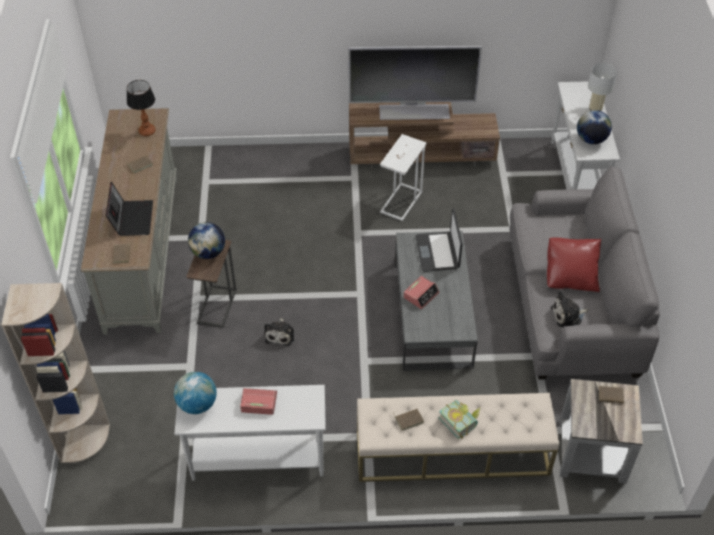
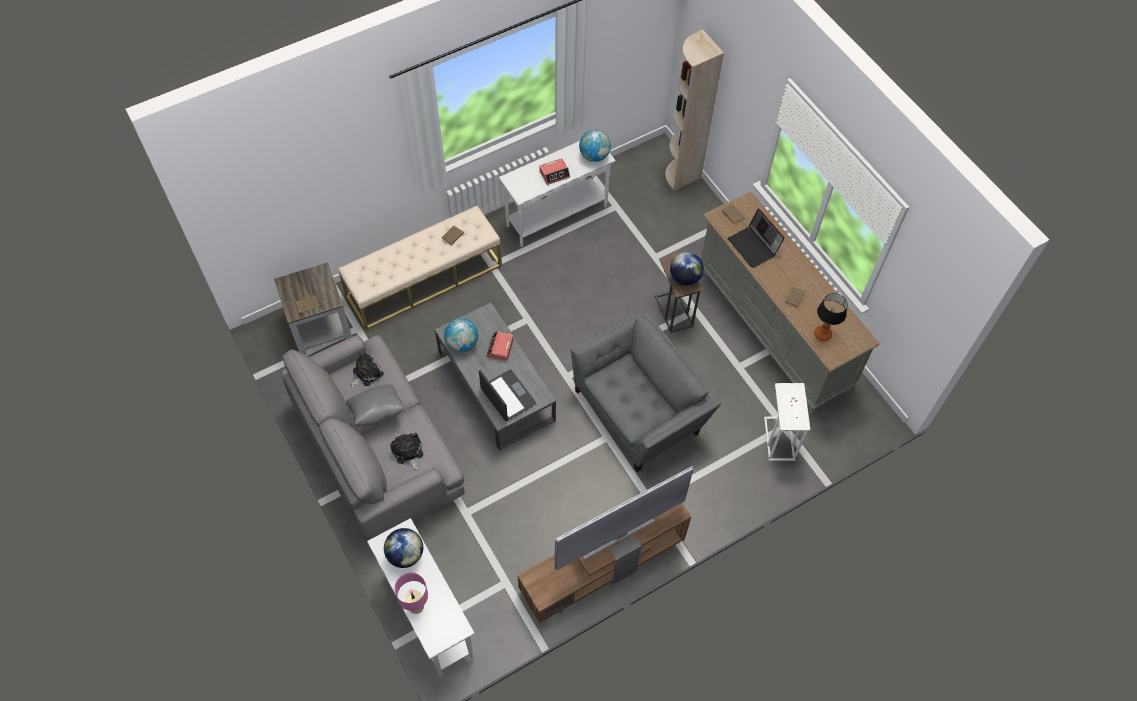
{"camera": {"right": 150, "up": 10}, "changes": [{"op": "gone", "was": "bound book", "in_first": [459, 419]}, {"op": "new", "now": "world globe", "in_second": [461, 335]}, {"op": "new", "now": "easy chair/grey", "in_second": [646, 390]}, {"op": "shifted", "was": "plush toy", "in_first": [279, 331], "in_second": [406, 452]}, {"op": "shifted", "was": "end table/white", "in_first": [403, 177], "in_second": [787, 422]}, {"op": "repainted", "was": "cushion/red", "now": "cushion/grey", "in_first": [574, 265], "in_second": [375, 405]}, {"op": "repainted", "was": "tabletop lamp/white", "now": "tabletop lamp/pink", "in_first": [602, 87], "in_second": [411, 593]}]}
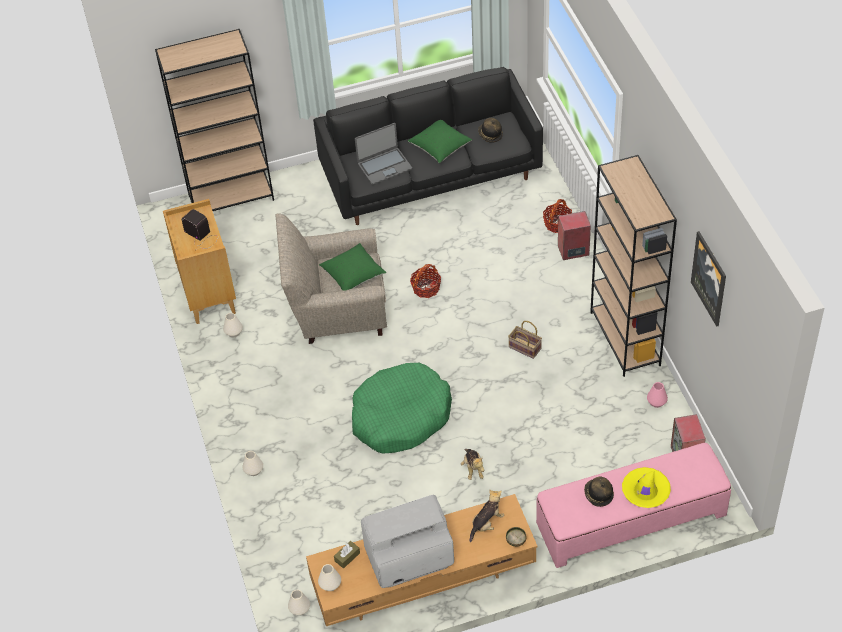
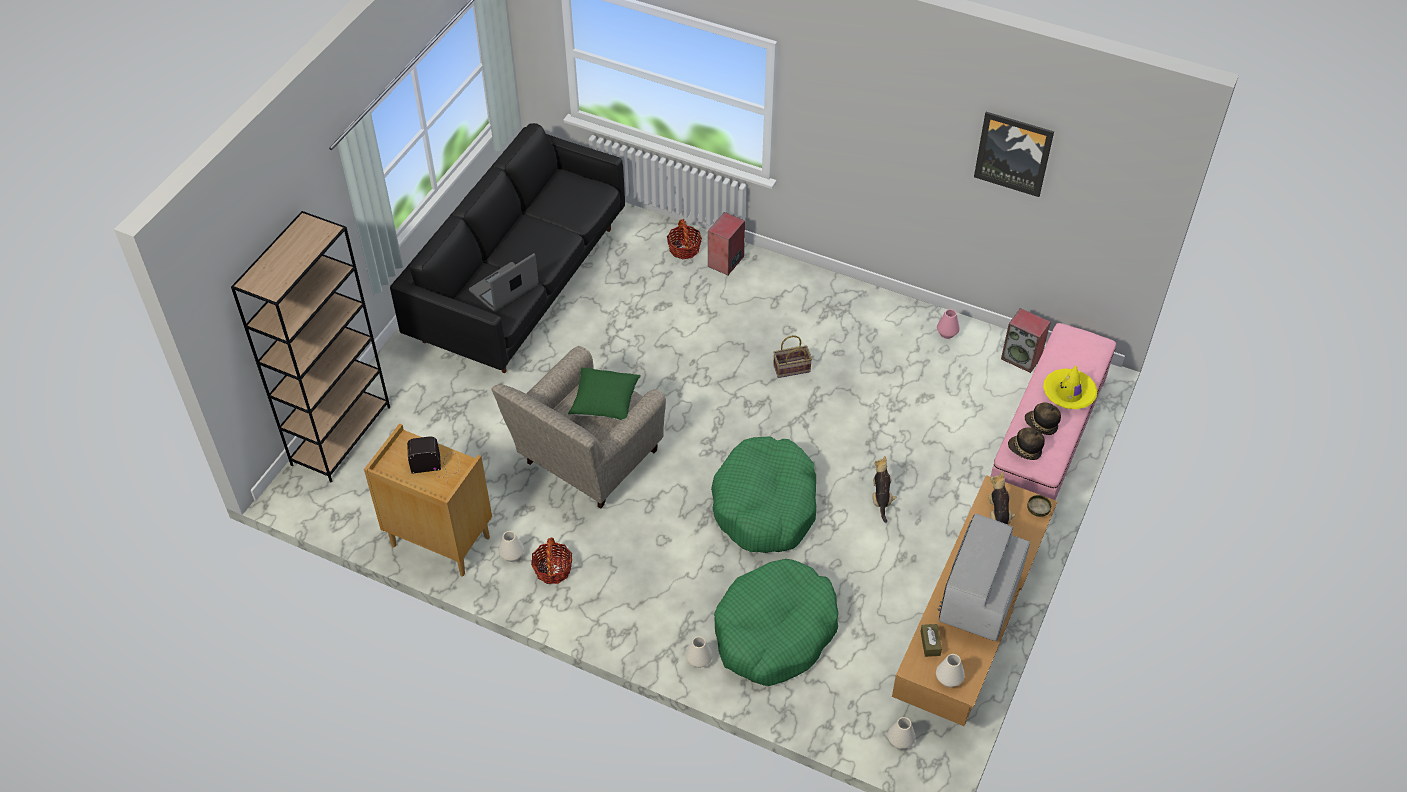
{"camera": {"right": -50, "up": 0}, "changes": [{"op": "gone", "was": "cushion/green-coloured", "in_first": [440, 141]}, {"op": "gone", "was": "shelving unit/beige-coloured", "in_first": [633, 266]}, {"op": "new", "now": "pet bed/green-coloured", "in_second": [776, 622]}, {"op": "shifted", "was": "household basket", "in_first": [425, 281], "in_second": [551, 560]}, {"op": "shifted", "was": "clothing hat", "in_first": [490, 130], "in_second": [1026, 443]}, {"op": "rotated", "was": "notebook computer", "in_first": [383, 154], "in_second": [504, 282], "clockwise": -150}, {"op": "rotated", "was": "plush toy", "in_first": [472, 464], "in_second": [884, 489], "clockwise": -120}]}
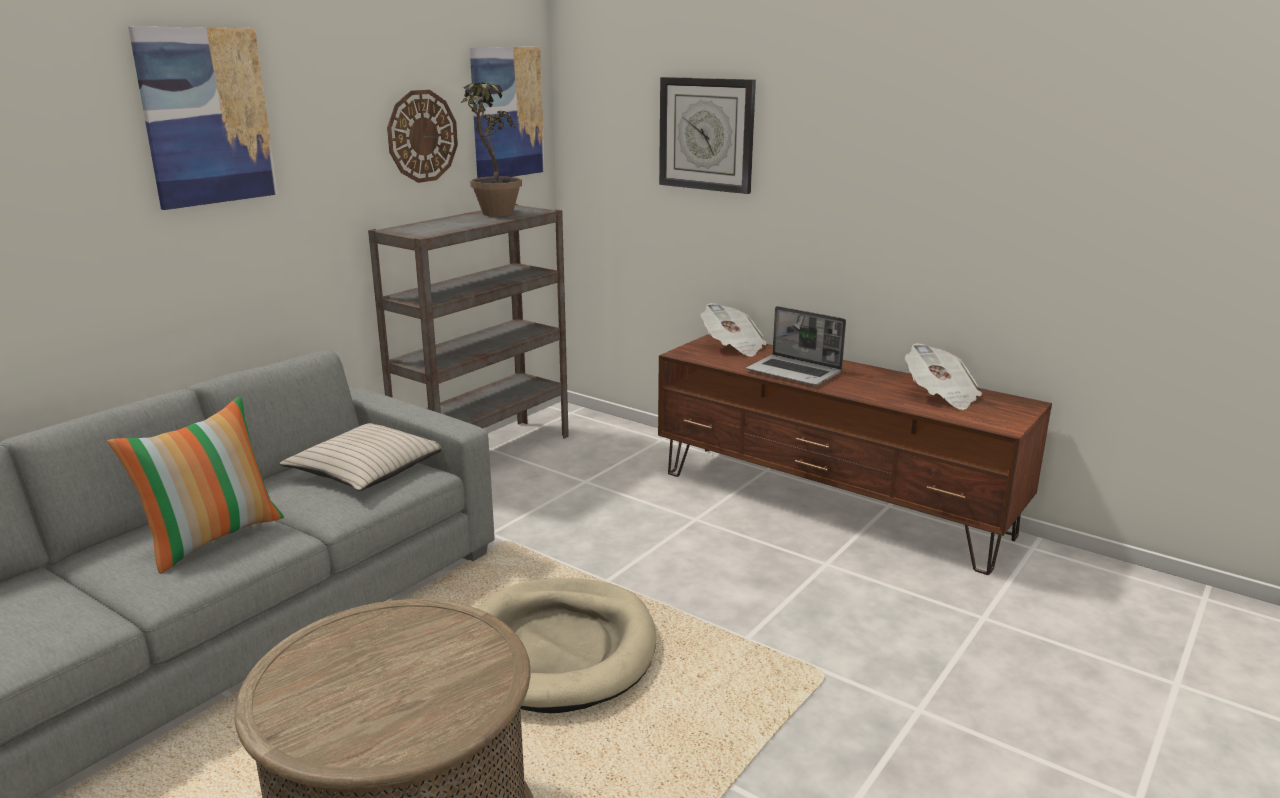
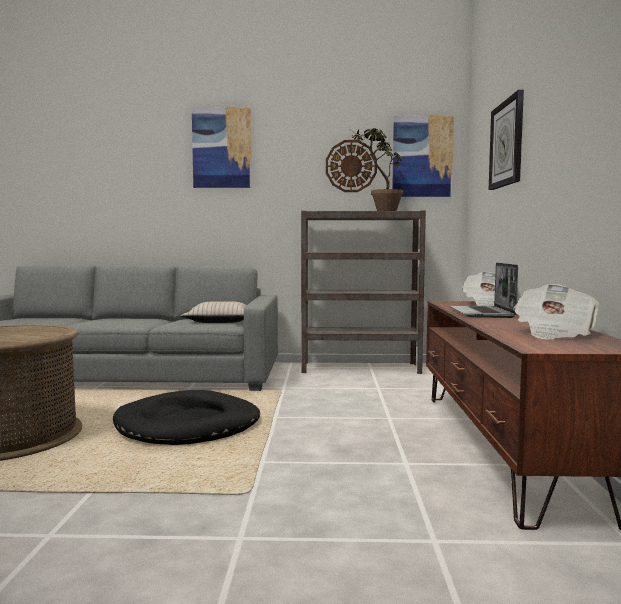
{"camera": {"right": 55, "up": -15}, "changes": [{"op": "gone", "was": "cushion", "in_first": [195, 485]}, {"op": "repainted", "was": "pet bed/beige-coloured", "now": "pet bed/black-coloured", "in_first": [566, 645], "in_second": [186, 417]}]}
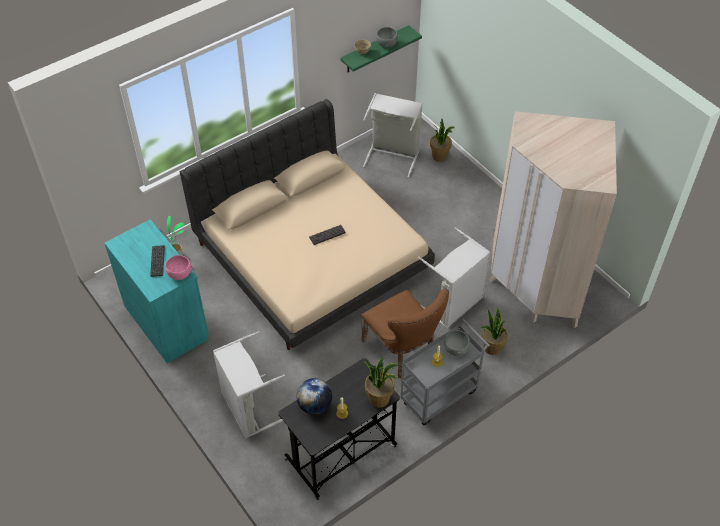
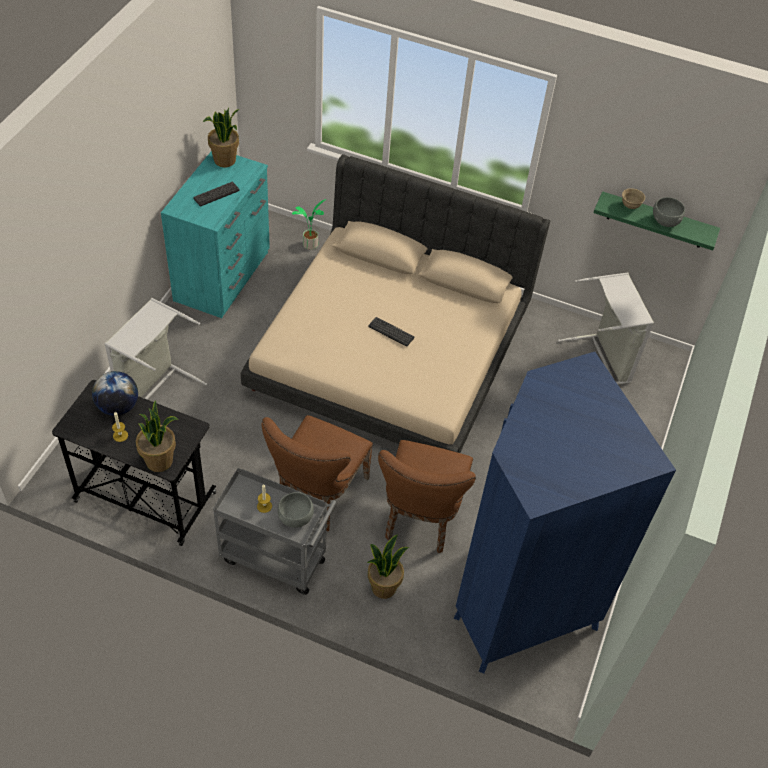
{"camera": {"right": 55, "up": 0}, "changes": [{"op": "gone", "was": "bowl/pink", "in_first": [178, 267]}, {"op": "shifted", "was": "potted plant", "in_first": [442, 140], "in_second": [221, 137]}, {"op": "swapped", "was": "washing basket/grey", "now": "plain chair/brown", "in_first": [454, 277], "in_second": [427, 496]}, {"op": "repainted", "was": "wardrobe/beige-coloured", "now": "wardrobe/blue", "in_first": [553, 219], "in_second": [565, 512]}]}
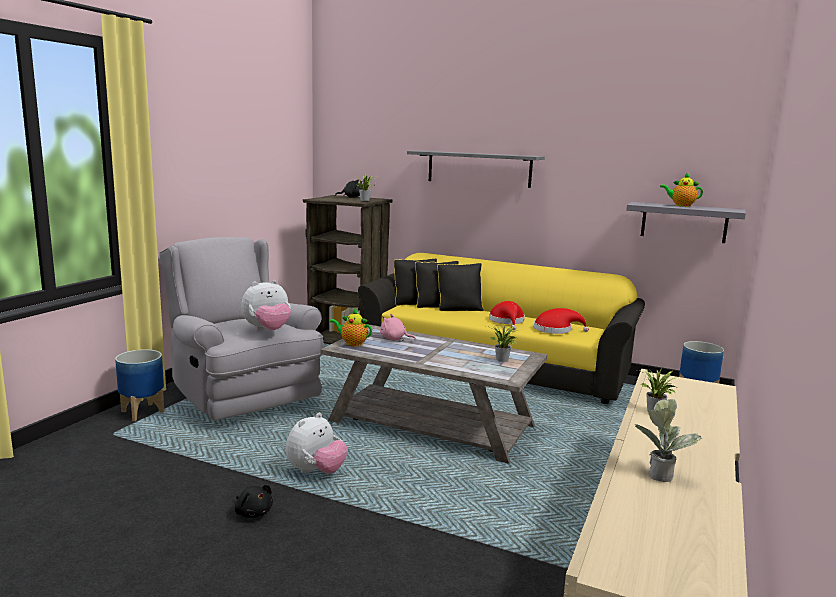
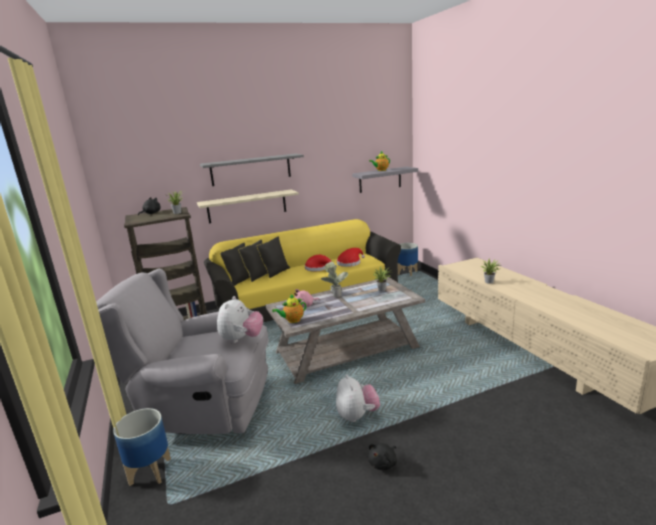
{"camera": {"right": -45, "up": 5}, "changes": [{"op": "new", "now": "bracket shelf/beige-coloured", "in_second": [248, 206]}, {"op": "shifted", "was": "potted plant", "in_first": [668, 440], "in_second": [334, 279]}, {"op": "rotated", "was": "plush toy/black-coloured", "in_first": [254, 501], "in_second": [382, 456], "clockwise": 135}]}
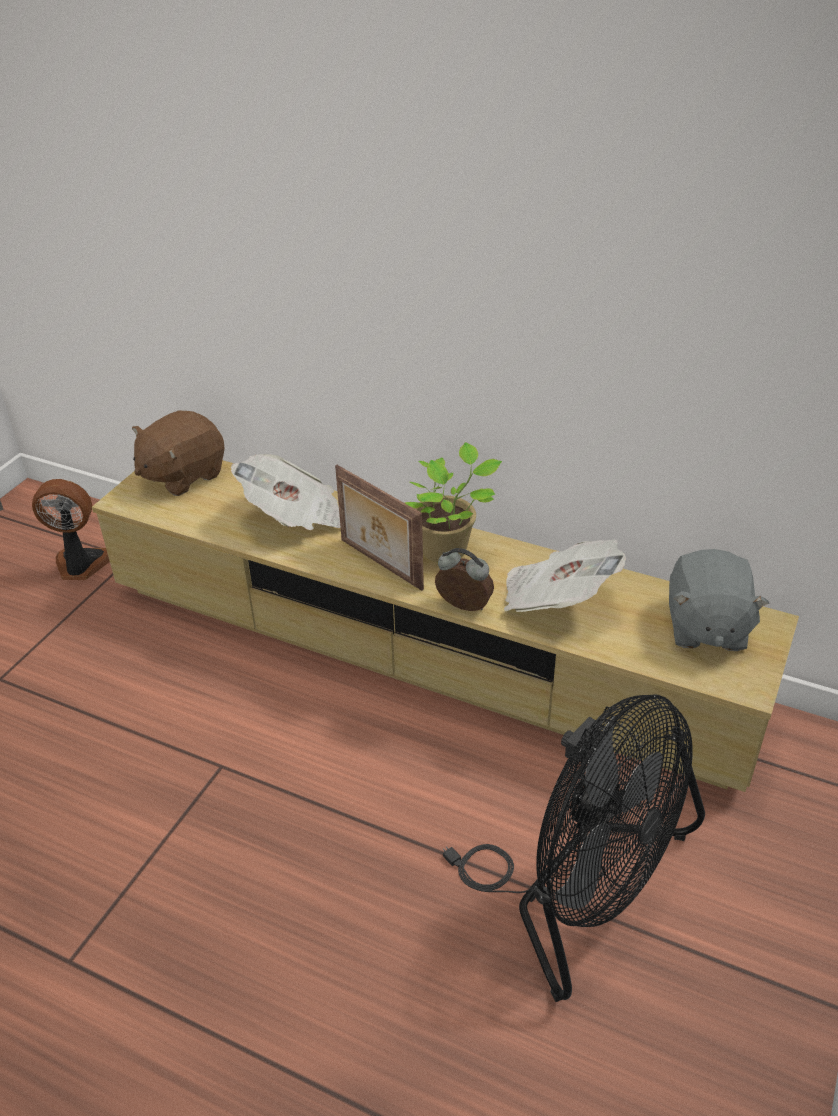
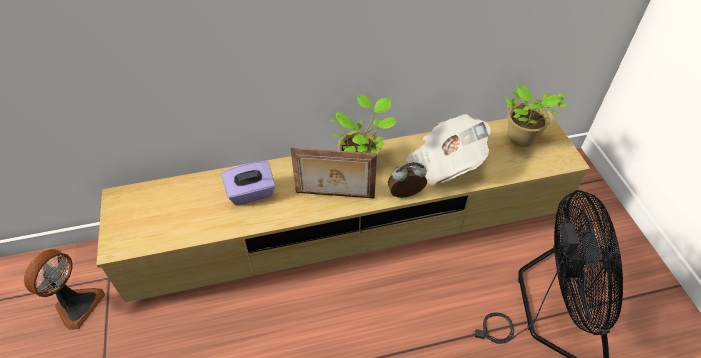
{"camera": {"right": -40, "up": 10}, "changes": [{"op": "gone", "was": "plush toy/brown", "in_first": [178, 453]}, {"op": "swapped", "was": "printed paper", "now": "tissue holder/purple", "in_first": [286, 492], "in_second": [248, 183]}, {"op": "swapped", "was": "plush toy/grey", "now": "potted plant", "in_first": [719, 600], "in_second": [537, 115]}, {"op": "rotated", "was": "electric fan", "in_first": [71, 529], "in_second": [64, 289], "clockwise": 150}]}
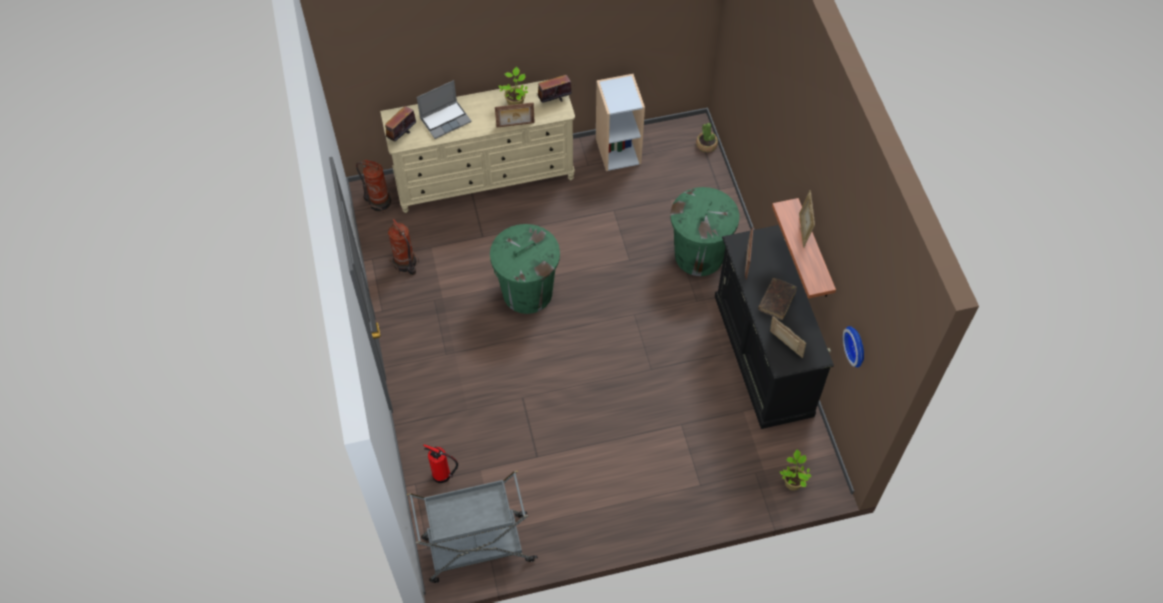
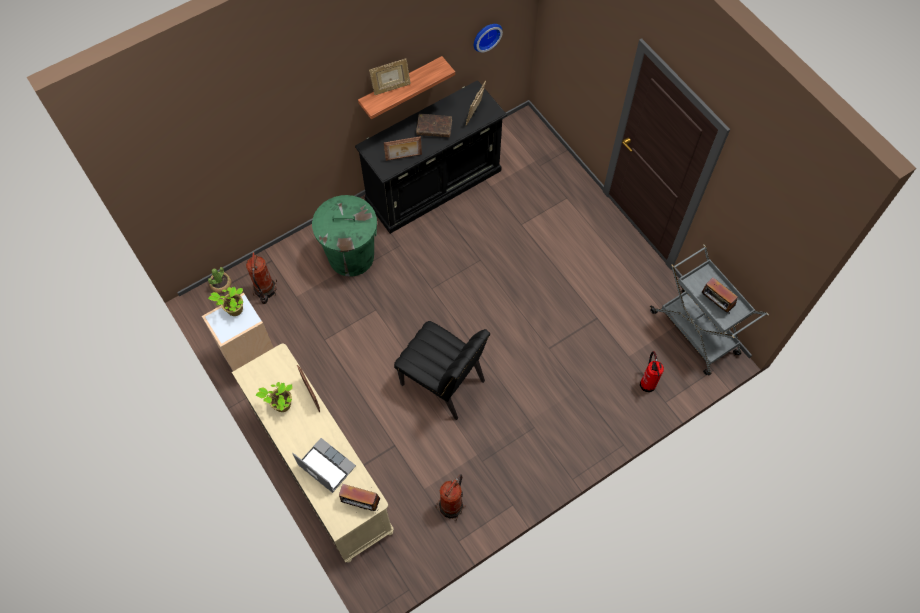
{"camera": {"right": -110, "up": 5}, "changes": [{"op": "shifted", "was": "fire-fighting cylinder", "in_first": [374, 186], "in_second": [261, 278]}, {"op": "shifted", "was": "radio", "in_first": [555, 87], "in_second": [720, 296]}, {"op": "shifted", "was": "potted plant", "in_first": [796, 469], "in_second": [225, 301]}, {"op": "swapped", "was": "rubbish bin/green-coloured", "now": "plain chair/black-coloured", "in_first": [525, 269], "in_second": [442, 370]}]}
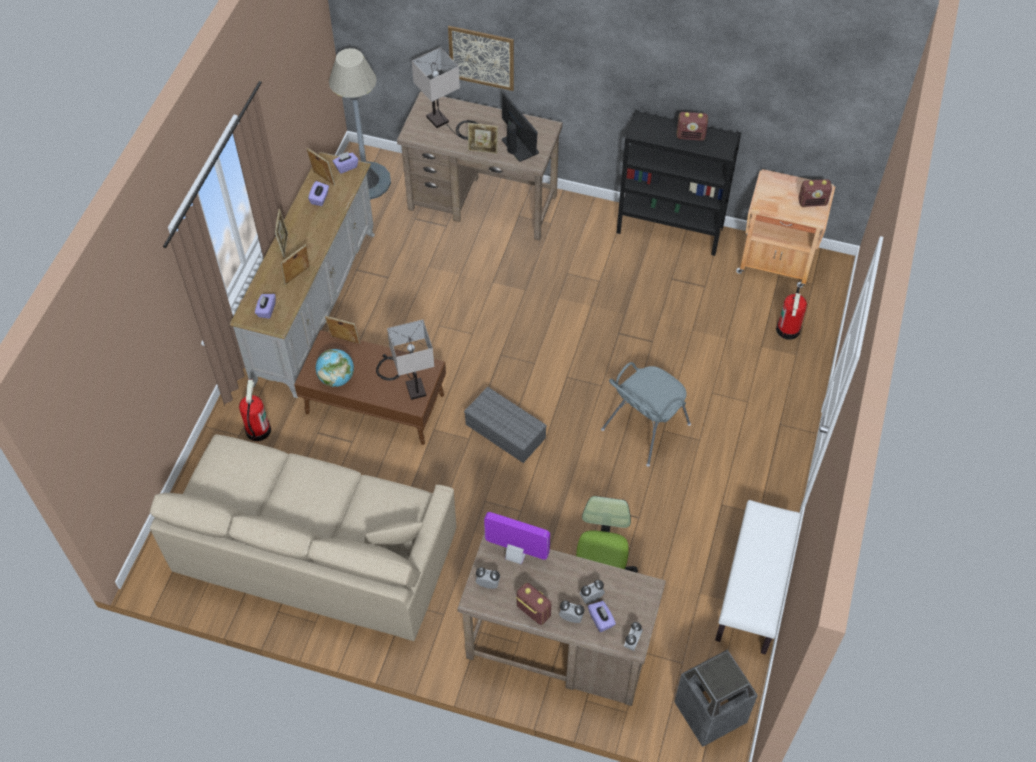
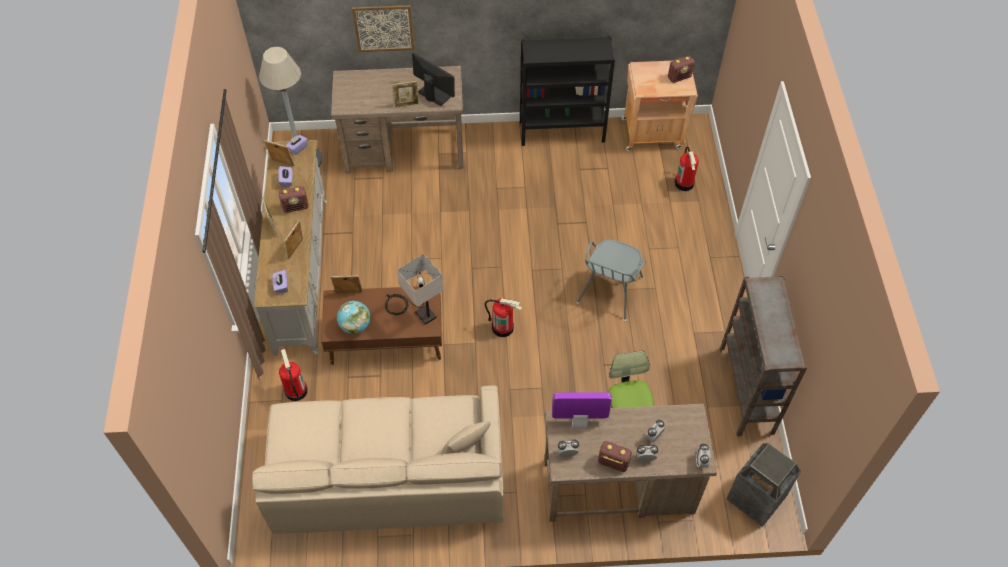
{"camera": {"right": -20, "up": 0}, "changes": [{"op": "gone", "was": "tabletop lamp", "in_first": [445, 93]}, {"op": "gone", "was": "tissue holder/purple", "in_first": [602, 616]}, {"op": "shifted", "was": "radio", "in_first": [692, 126], "in_second": [294, 199]}, {"op": "swapped", "was": "storage container/grey", "now": "fire-fighting cylinder", "in_first": [505, 425], "in_second": [503, 317]}, {"op": "swapped", "was": "long seat/white", "now": "shelving unit/grey", "in_first": [758, 577], "in_second": [763, 356]}]}
